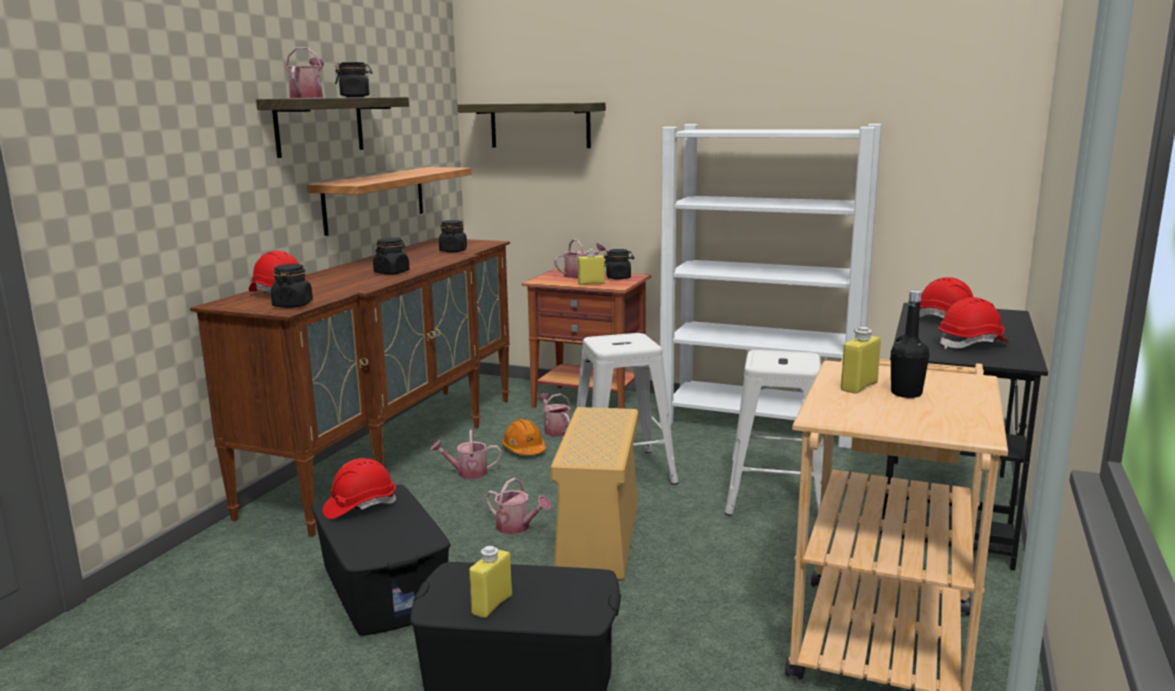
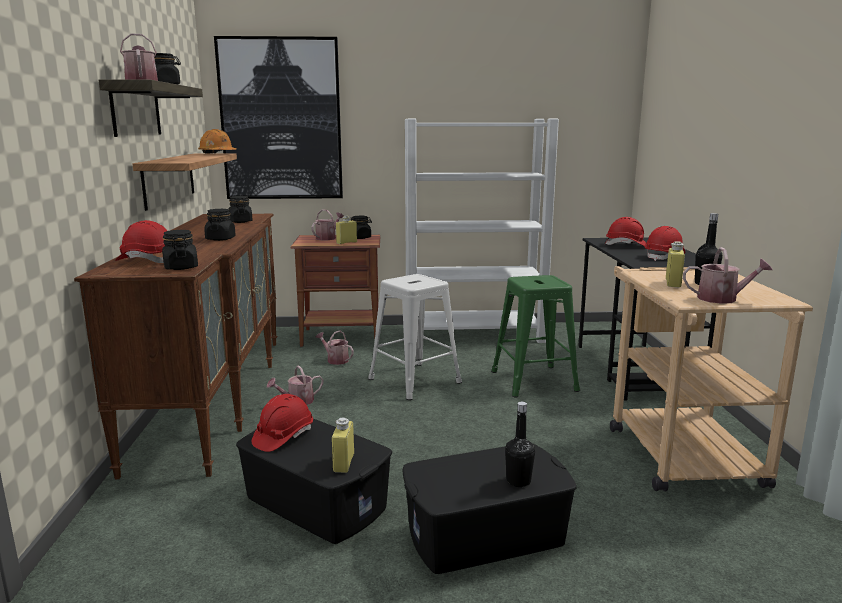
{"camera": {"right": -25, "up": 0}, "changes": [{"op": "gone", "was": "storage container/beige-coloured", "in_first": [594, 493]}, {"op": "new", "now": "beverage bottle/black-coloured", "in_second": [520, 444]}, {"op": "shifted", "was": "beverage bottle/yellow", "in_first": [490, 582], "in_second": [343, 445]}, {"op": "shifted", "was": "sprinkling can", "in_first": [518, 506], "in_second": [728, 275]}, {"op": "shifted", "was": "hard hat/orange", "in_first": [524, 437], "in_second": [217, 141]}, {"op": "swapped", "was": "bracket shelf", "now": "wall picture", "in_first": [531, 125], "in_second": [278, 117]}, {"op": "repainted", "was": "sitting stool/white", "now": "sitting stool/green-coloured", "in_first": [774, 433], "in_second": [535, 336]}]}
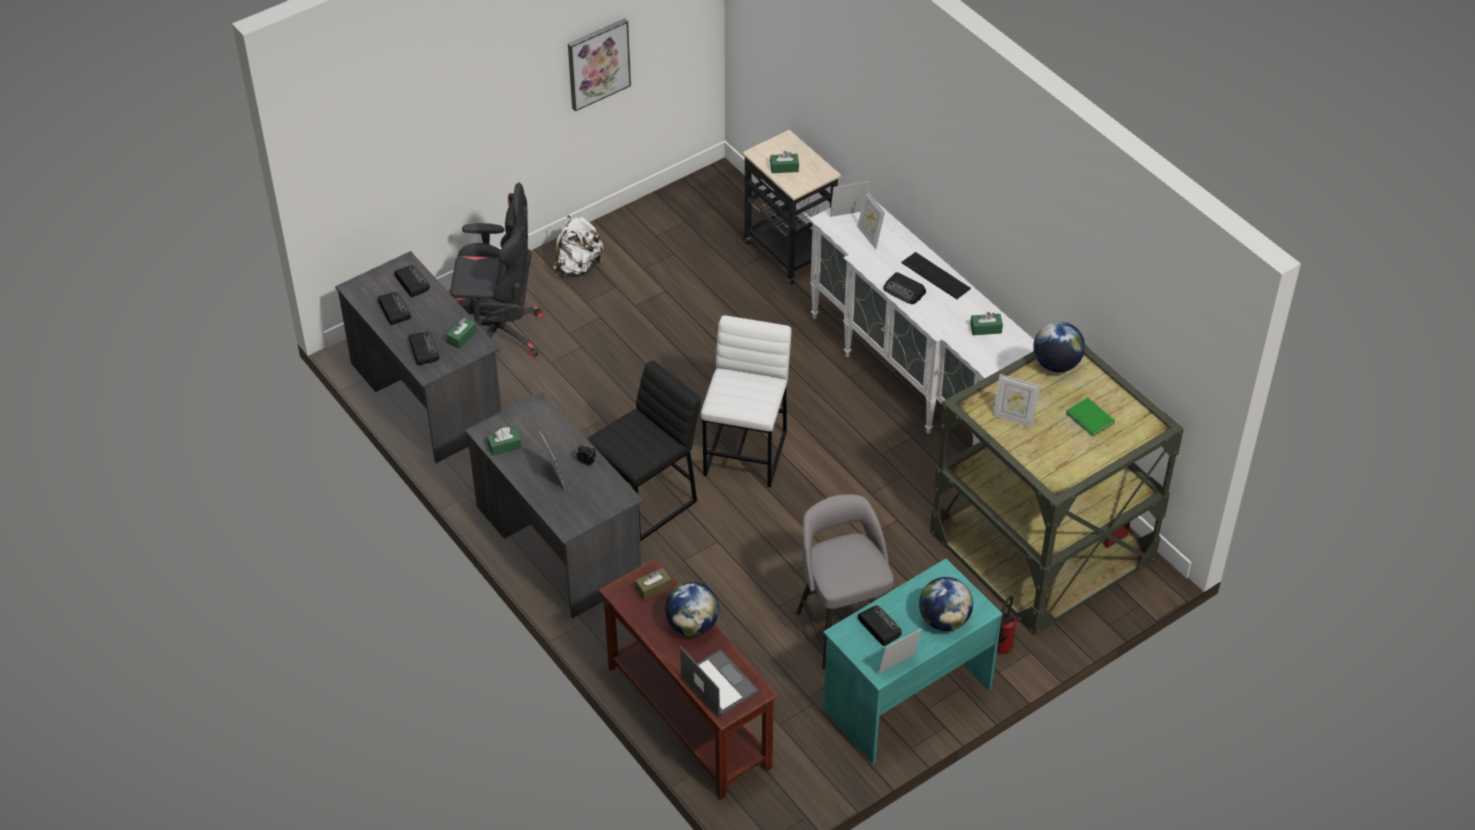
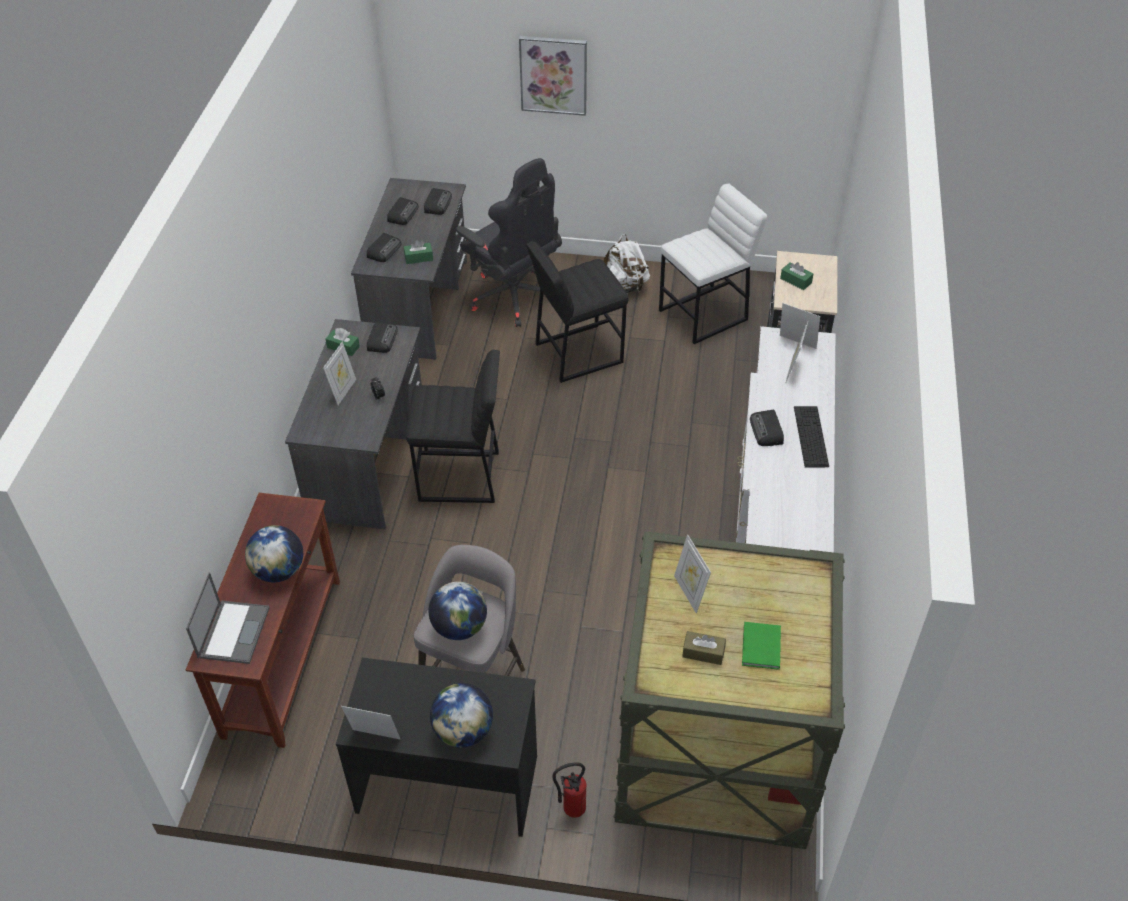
{"camera": {"right": 45, "up": 0}, "changes": [{"op": "gone", "was": "tissue holder/green-coloured", "in_first": [986, 323]}, {"op": "new", "now": "plain chair/black-coloured", "in_second": [577, 312]}, {"op": "shifted", "was": "wall picture", "in_first": [599, 64], "in_second": [553, 76]}, {"op": "shifted", "was": "tissue holder/brown", "in_first": [653, 584], "in_second": [704, 648]}, {"op": "shifted", "was": "plain chair/white", "in_first": [746, 401], "in_second": [713, 263]}, {"op": "shifted", "was": "radio", "in_first": [880, 626], "in_second": [382, 337]}, {"op": "shifted", "was": "world globe", "in_first": [1059, 346], "in_second": [458, 610]}, {"op": "repainted", "was": "desk/blue-green", "now": "desk/black-coloured", "in_first": [913, 661], "in_second": [436, 747]}]}
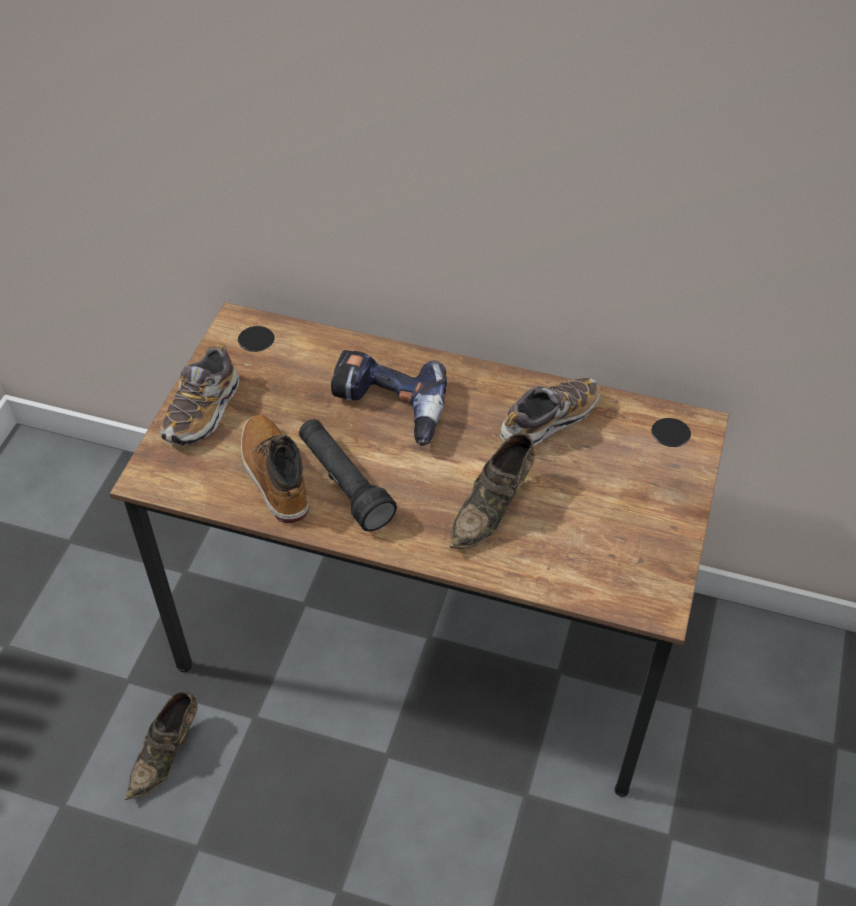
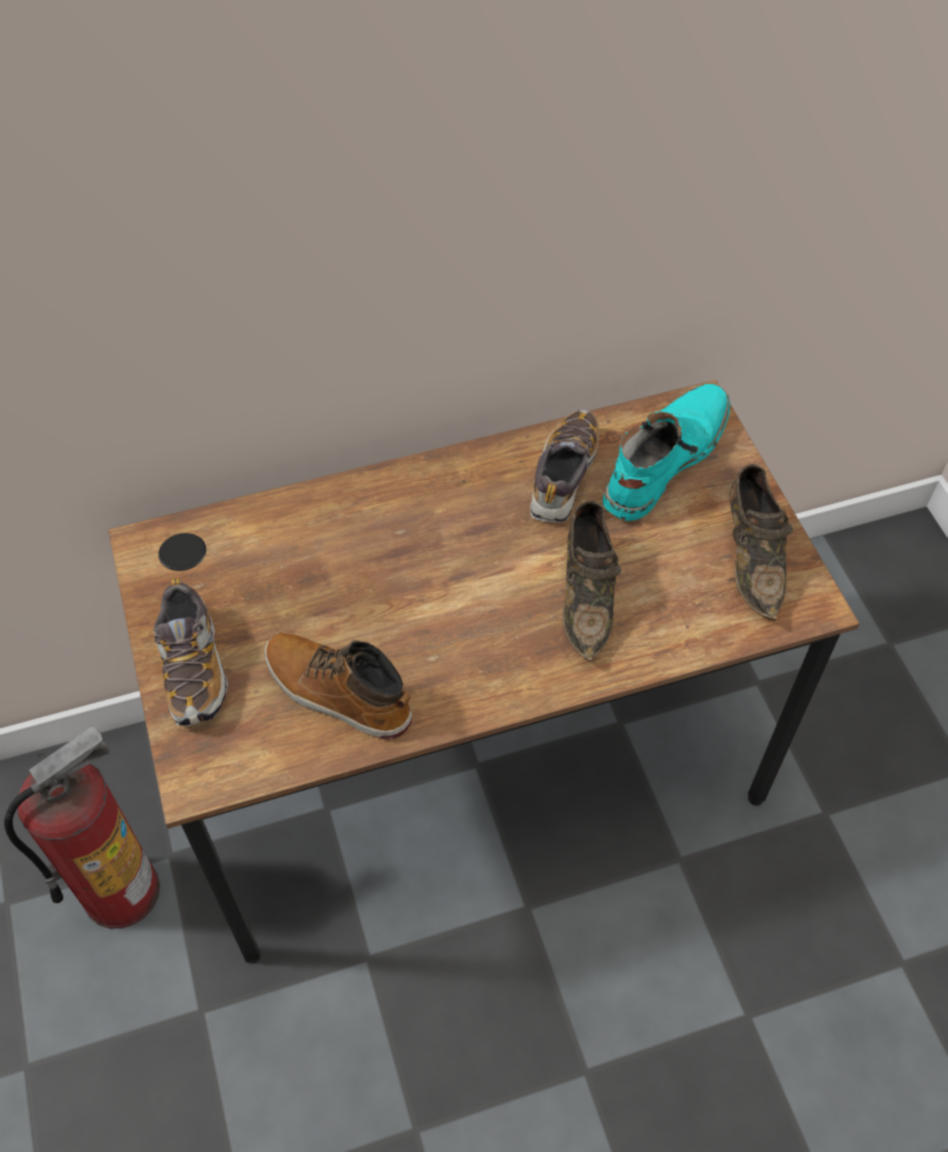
{"camera": {"right": -35, "up": 5}, "changes": [{"op": "gone", "was": "hand torch/black-coloured", "in_first": [348, 475]}, {"op": "gone", "was": "drill", "in_first": [389, 398]}, {"op": "new", "now": "fire-fighting cylinder", "in_second": [82, 827]}, {"op": "new", "now": "tall boot/blue-green", "in_second": [666, 452]}, {"op": "shifted", "was": "low shoe/brown", "in_first": [161, 746], "in_second": [761, 542]}]}
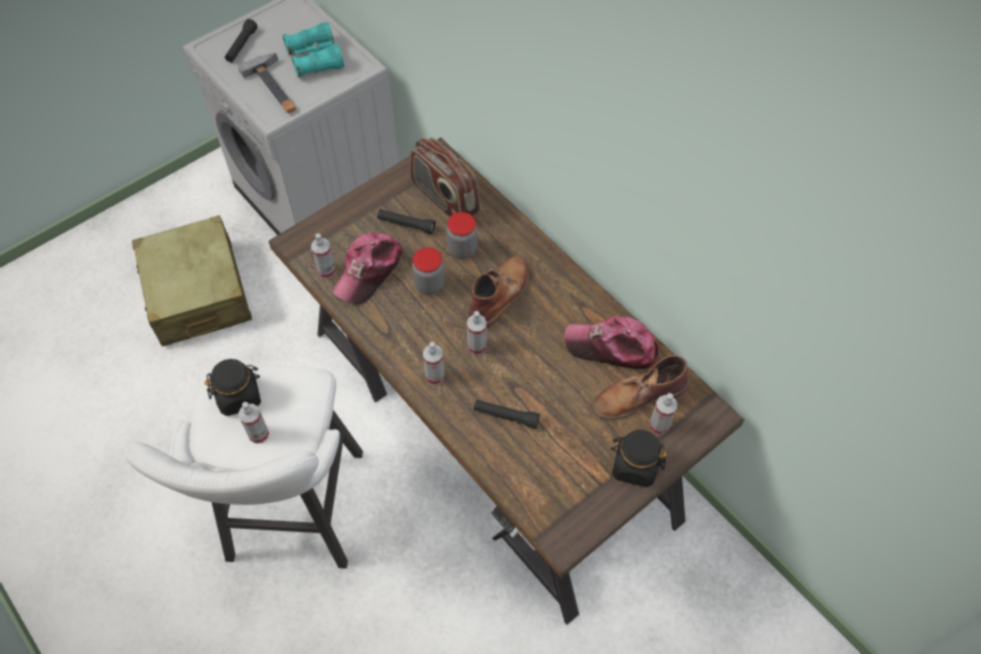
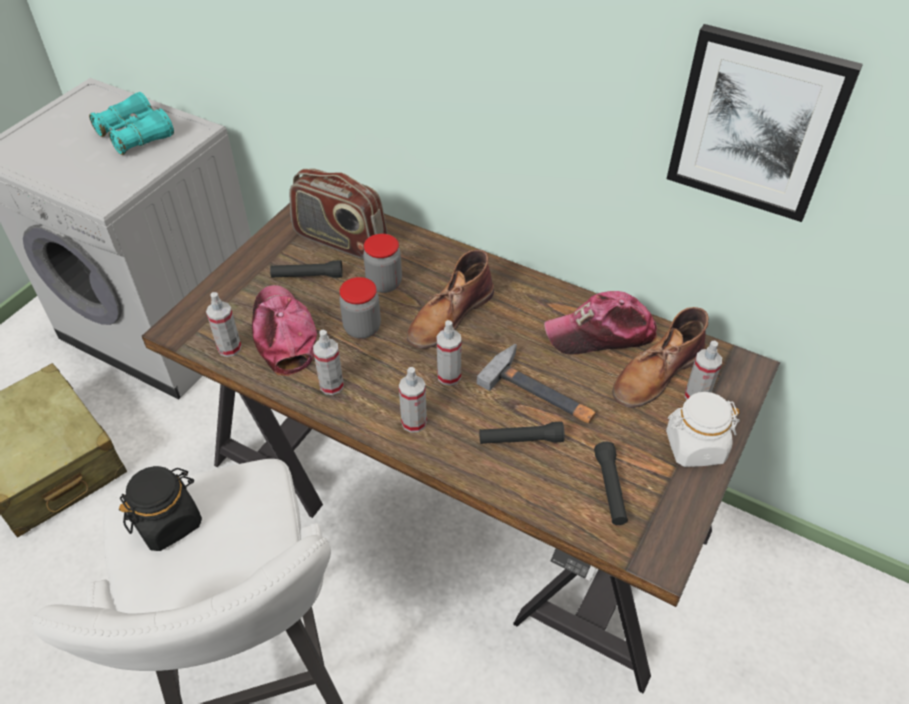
{"camera": {"right": -20, "up": -10}, "changes": [{"op": "new", "now": "wall picture", "in_second": [765, 123]}, {"op": "shifted", "was": "hand torch/black-coloured", "in_first": [241, 40], "in_second": [611, 483]}, {"op": "shifted", "was": "hand hammer", "in_first": [267, 83], "in_second": [536, 383]}, {"op": "shifted", "was": "hand sprayer", "in_first": [253, 423], "in_second": [328, 362]}, {"op": "repainted", "was": "jar/black-coloured", "now": "jar/white", "in_first": [639, 458], "in_second": [703, 429]}, {"op": "rotated", "was": "peaked cap", "in_first": [367, 268], "in_second": [284, 330], "clockwise": 150}, {"op": "rotated", "was": "tall boot/brown", "in_first": [498, 292], "in_second": [450, 299], "clockwise": -150}]}
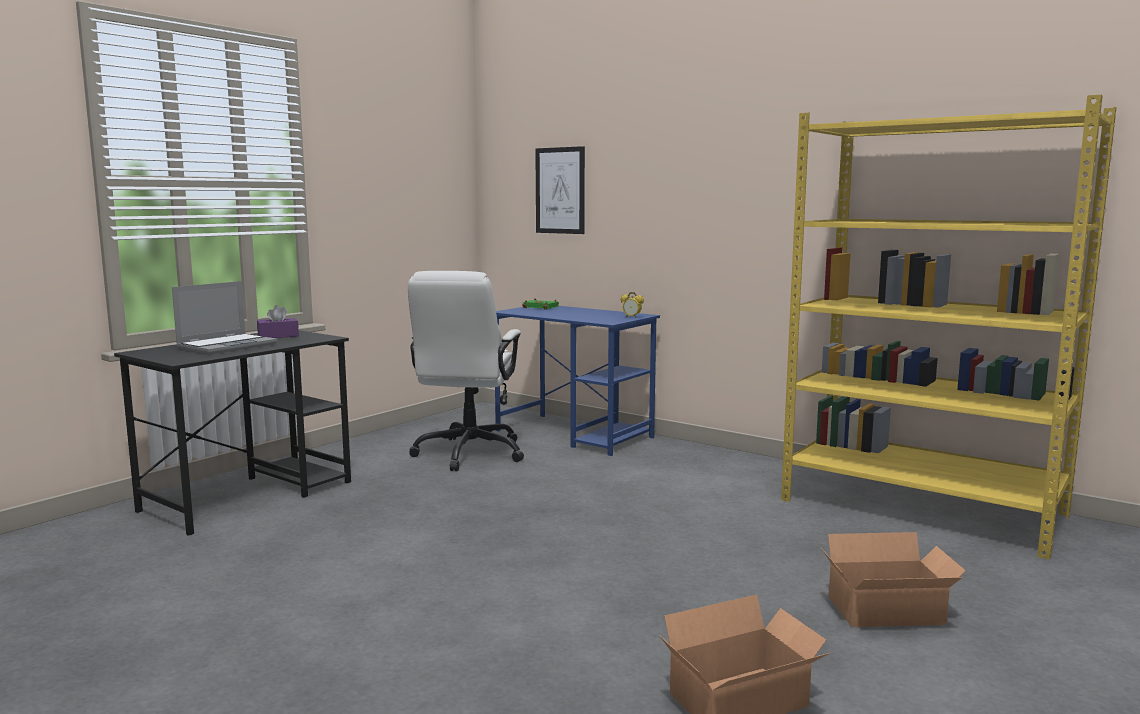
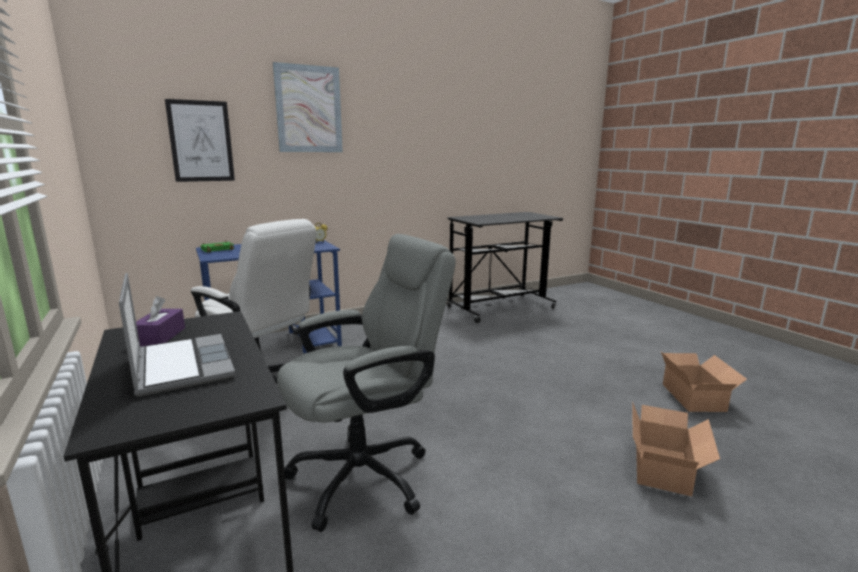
{"camera": {"right": -65, "up": 5}, "changes": [{"op": "new", "now": "wall picture", "in_second": [308, 107]}, {"op": "new", "now": "computer chair/grey", "in_second": [366, 383]}, {"op": "shifted", "was": "cardboard box", "in_first": [893, 579], "in_second": [676, 449]}, {"op": "swapped", "was": "shelving unit/yellow", "now": "desk/black-coloured", "in_first": [948, 327], "in_second": [505, 267]}]}
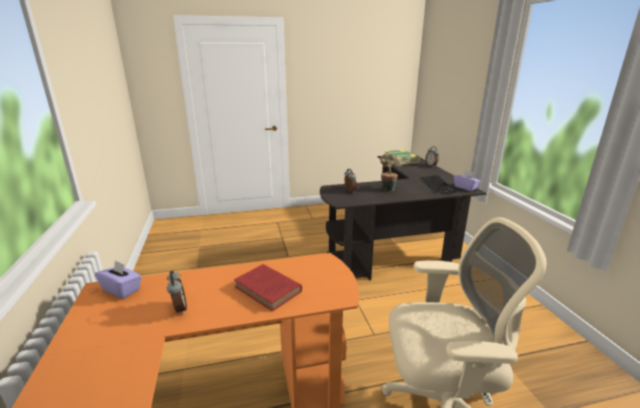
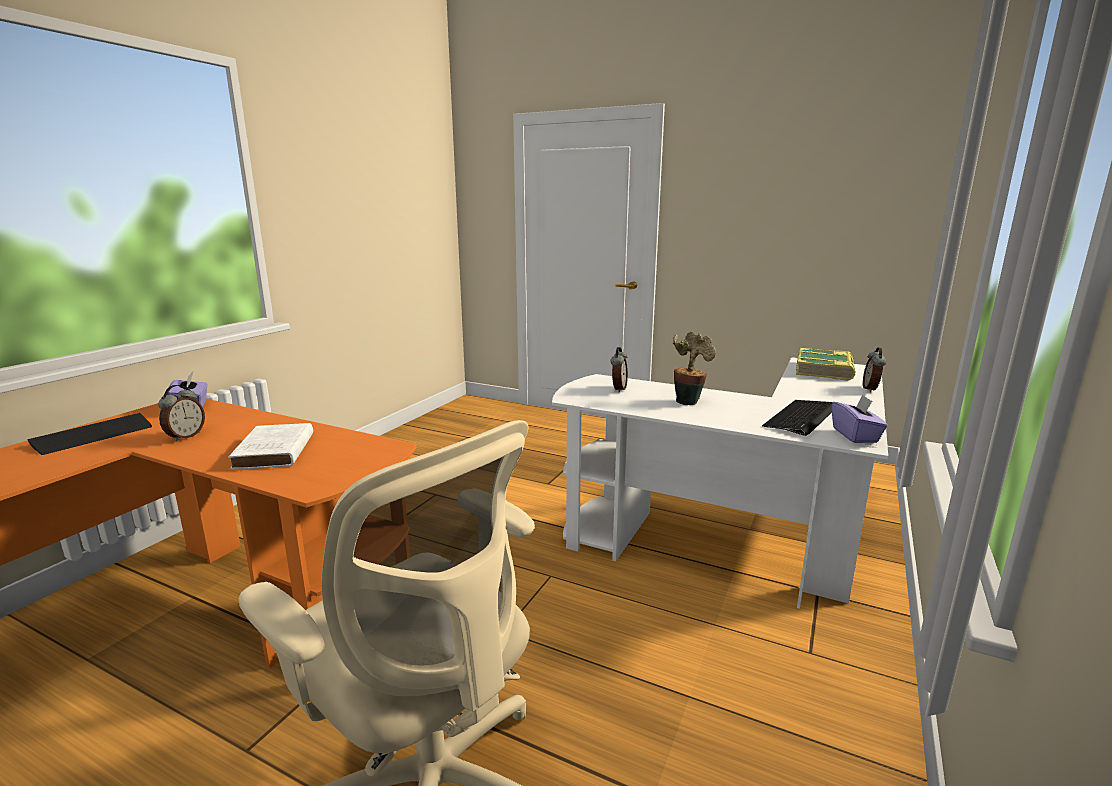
{"camera": {"right": 40, "up": -5}, "changes": [{"op": "new", "now": "PC keyboard", "in_second": [89, 434]}, {"op": "repainted", "was": "bound book/red", "now": "bound book/white", "in_first": [268, 287], "in_second": [270, 446]}, {"op": "repainted", "was": "desk/black-coloured", "now": "desk/white", "in_first": [403, 218], "in_second": [720, 483]}]}
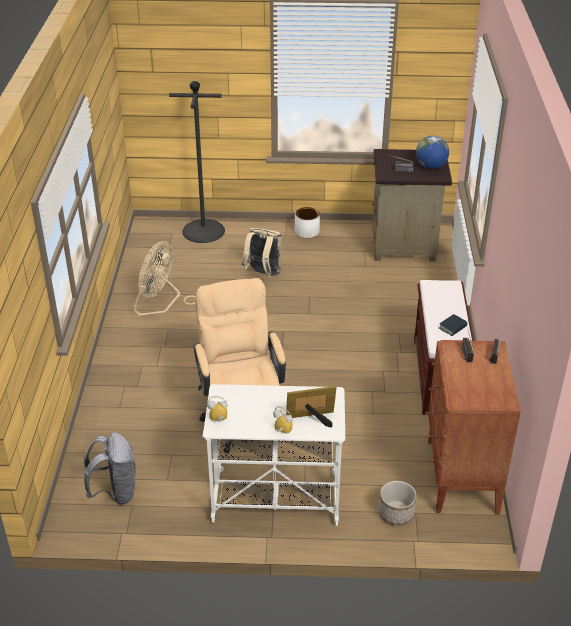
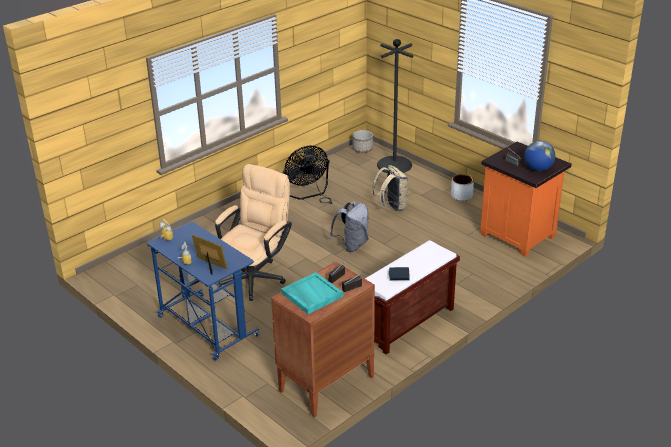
{"camera": {"right": 45, "up": -5}, "changes": [{"op": "new", "now": "serving tray/blue-green", "in_second": [312, 293]}, {"op": "shifted", "was": "rucksack/grey", "in_first": [110, 468], "in_second": [349, 226]}, {"op": "shifted", "was": "plant pot", "in_first": [398, 503], "in_second": [363, 141]}, {"op": "repainted", "was": "electric fan/beige-coloured", "now": "electric fan/black-coloured", "in_first": [164, 279], "in_second": [307, 175]}, {"op": "repainted", "was": "desk/white", "now": "desk/blue", "in_first": [274, 455], "in_second": [203, 291]}, {"op": "repainted", "was": "cabinet/beige-coloured", "now": "cabinet/orange", "in_first": [412, 205], "in_second": [526, 199]}]}
